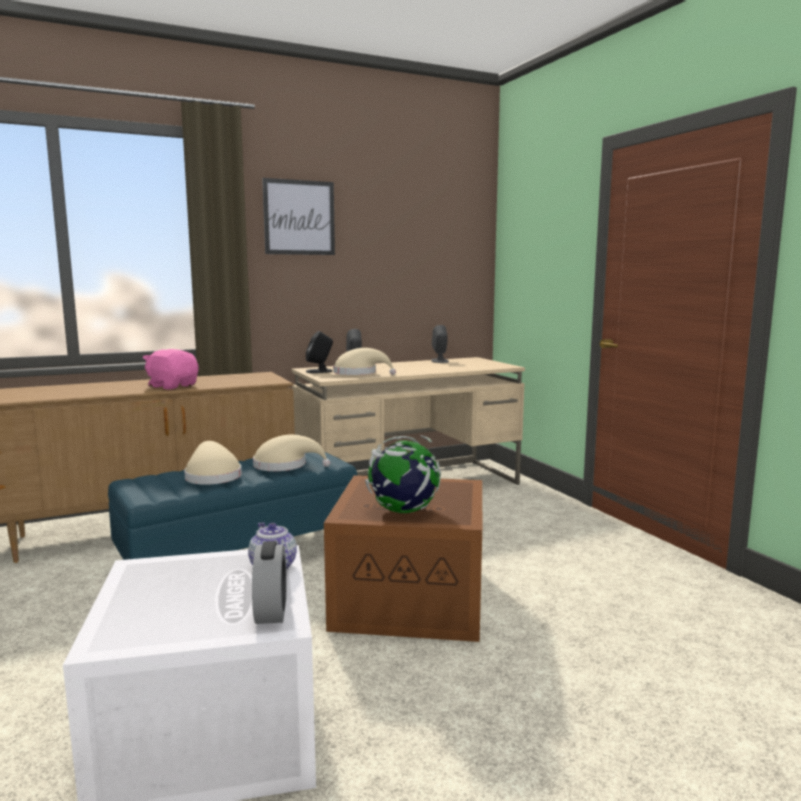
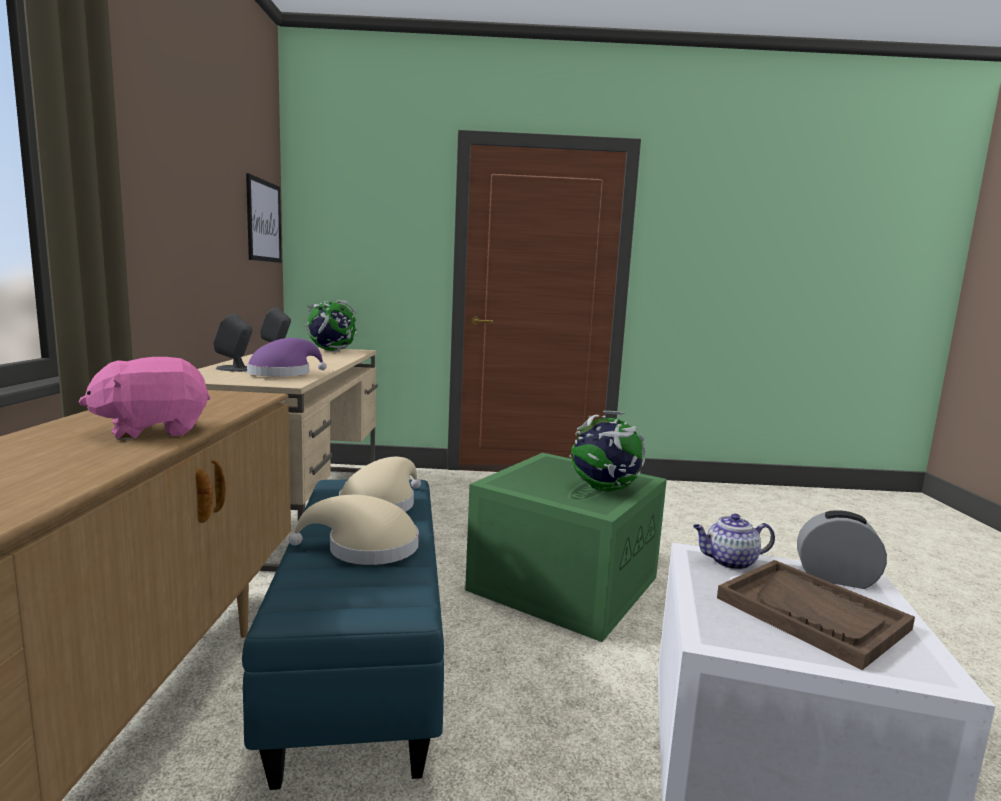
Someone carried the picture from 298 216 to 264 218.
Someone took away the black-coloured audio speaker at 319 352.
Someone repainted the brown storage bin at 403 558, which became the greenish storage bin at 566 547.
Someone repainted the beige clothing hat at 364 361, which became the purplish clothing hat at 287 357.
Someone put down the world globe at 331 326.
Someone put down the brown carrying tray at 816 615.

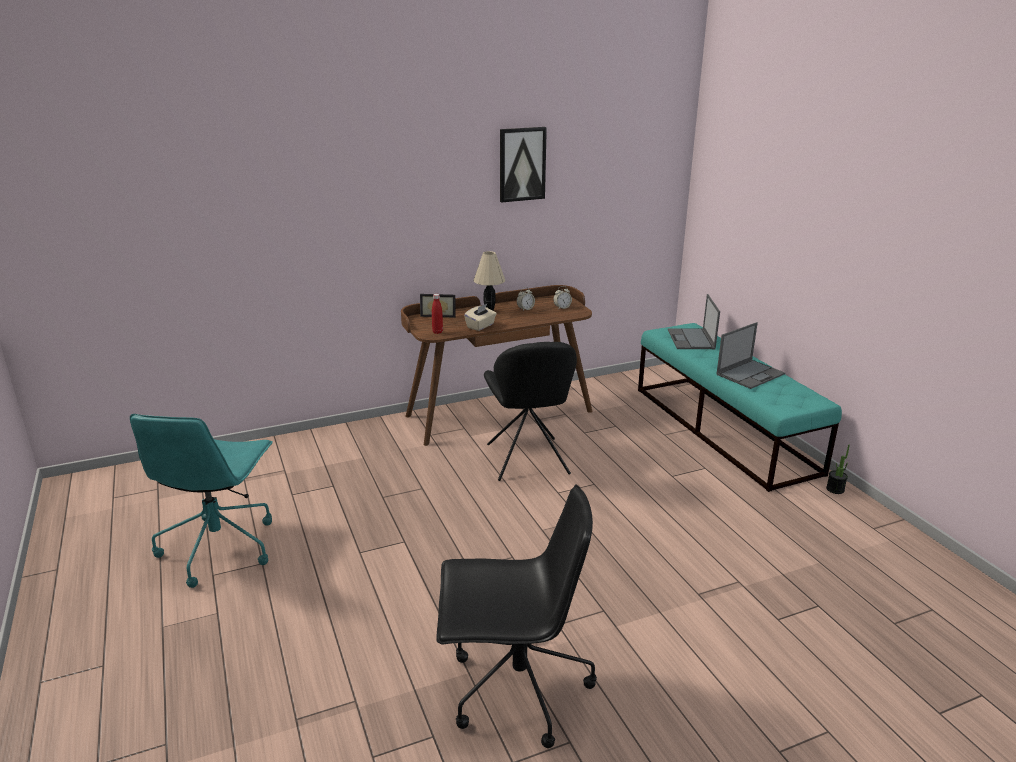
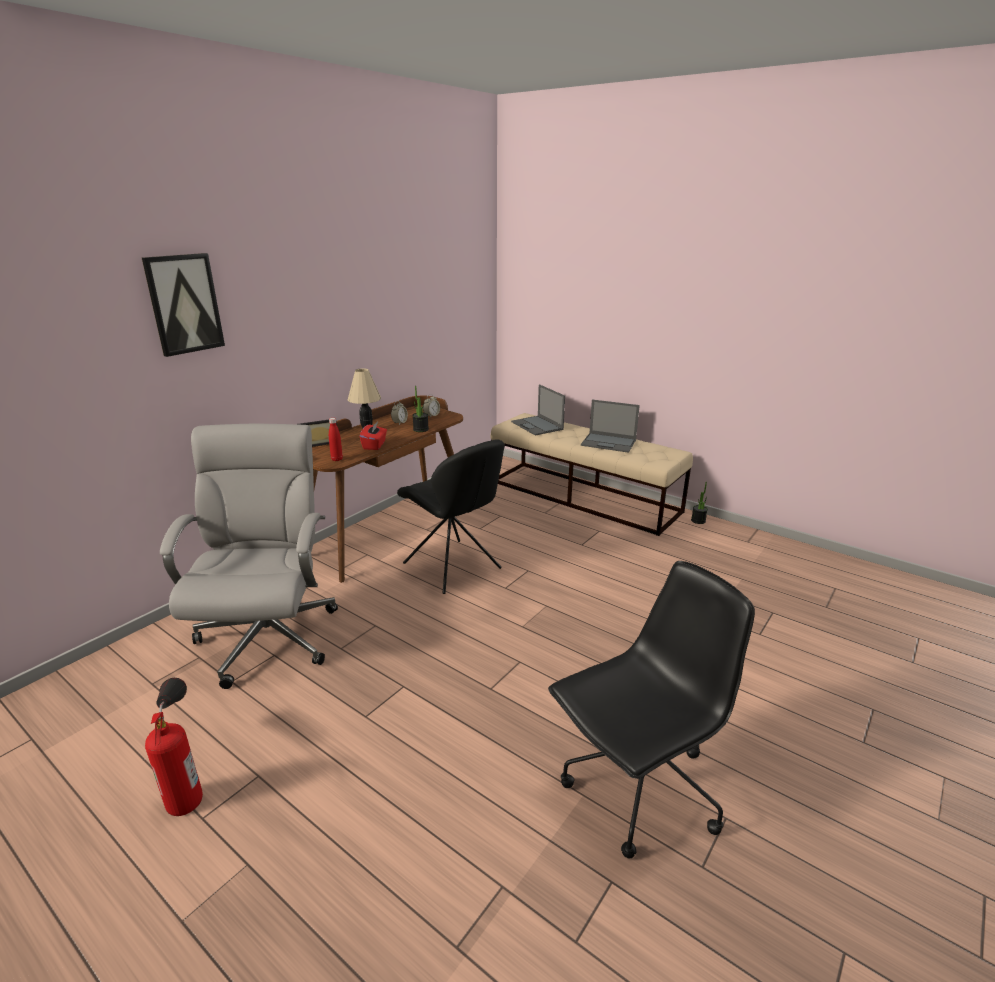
Someone swapped the blue-green desk chair at 201 501 for the extinguisher at 174 747.
Someone repainted the beige tissue holder at 480 317, which became the reddish tissue holder at 373 435.
Someone carried the picture from 523 164 to 183 305.
Someone repainted the blue-green bench at 740 407, which became the beige bench at 591 474.
Someone rotated the notebook computer at 750 355 by 90 degrees clockwise.
Someone put down the greyish desk chair at 249 556.
Someone put down the houseplant at 420 409.

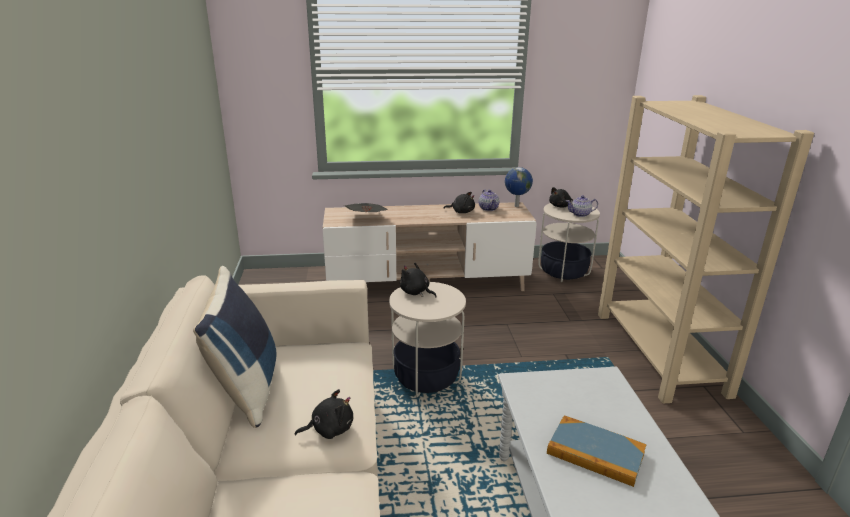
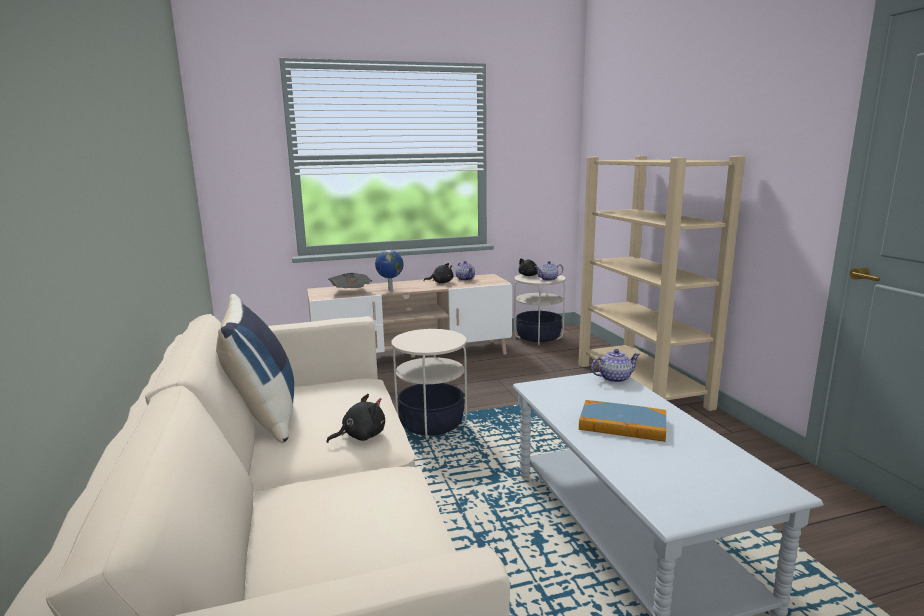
Someone took away the black-coloured cuddly toy at 418 280.
Someone carried the world globe from 519 187 to 389 270.
Someone put down the tea pot at 615 366.

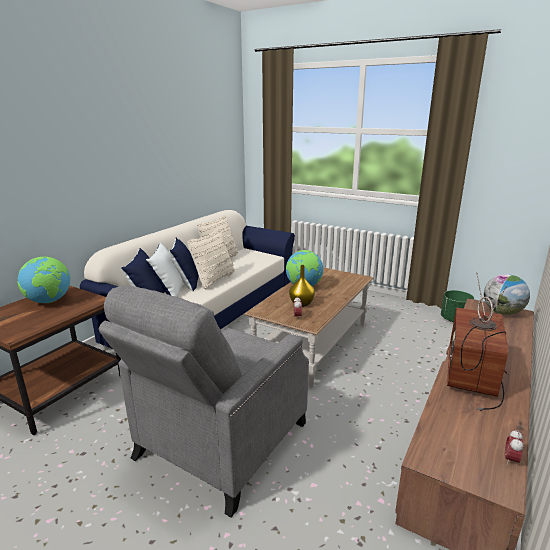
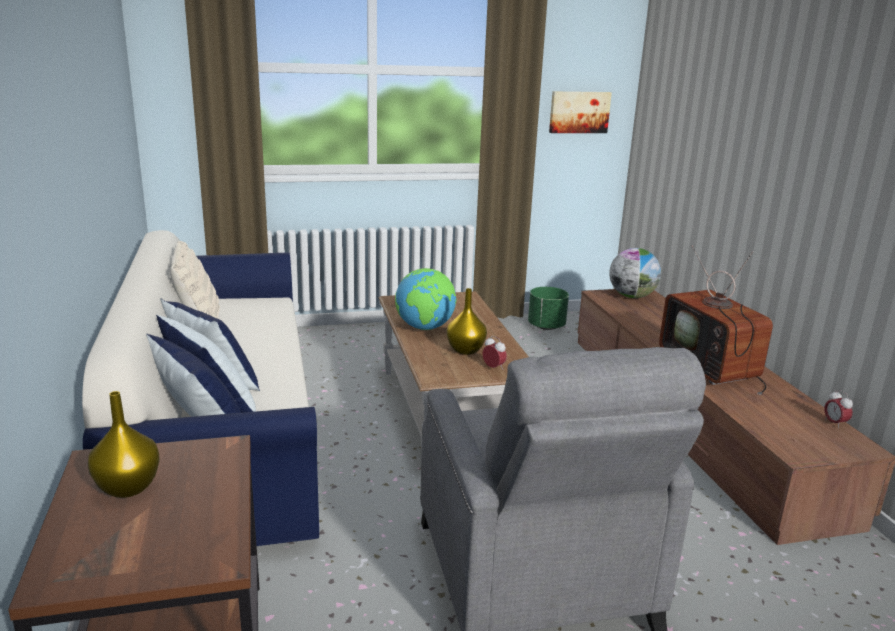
Someone swapped the world globe at 43 280 for the yellow-coloured flower vase at 124 444.
Someone took away the beige throw pillow at 211 259.
Someone put up the picture at 580 112.

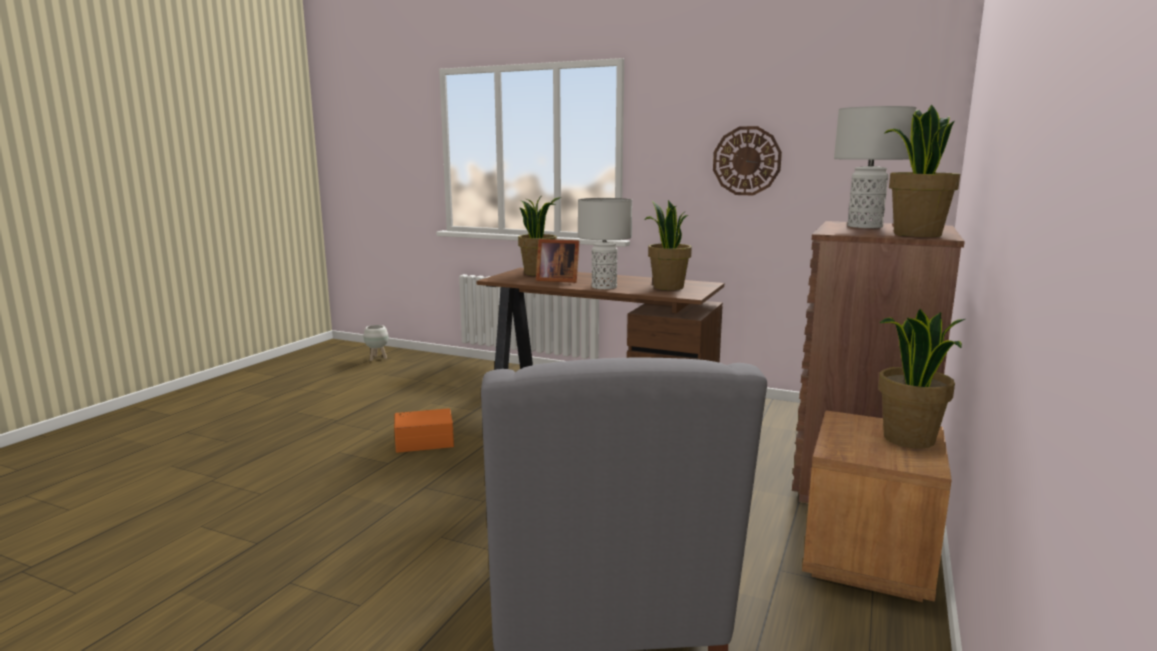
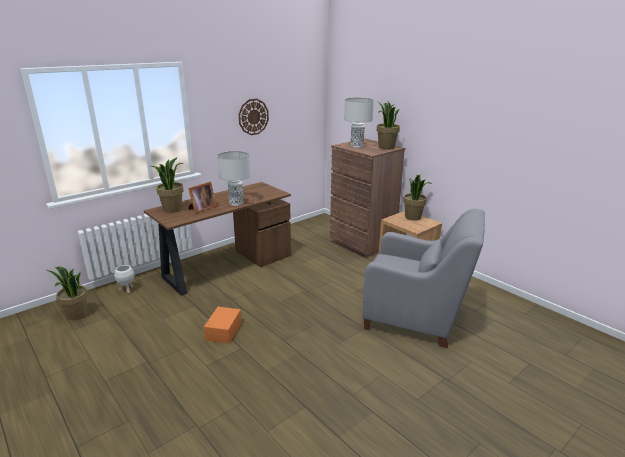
Someone carried the white plant pot from 376 343 to 124 279.
Someone carried the houseplant from 668 245 to 67 293.

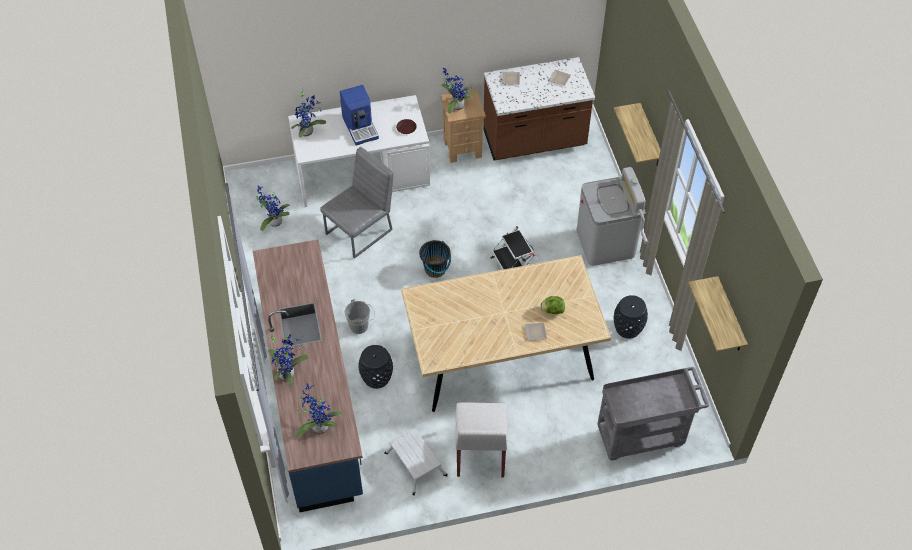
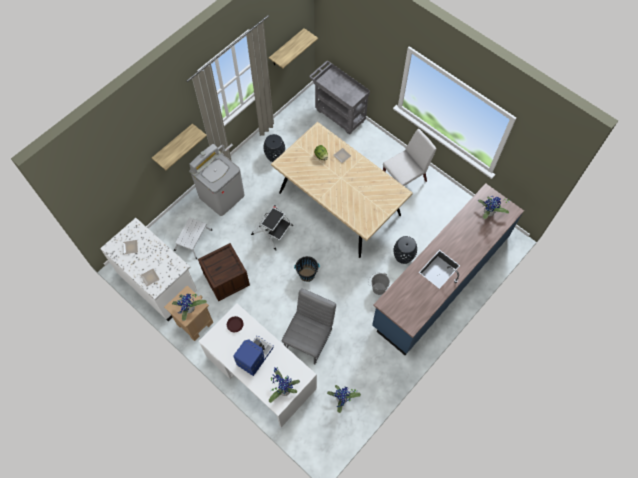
Someone took away the houseplant at 288 359.
Someone rotated the greyish plain chair at 356 203 by 105 degrees clockwise.
Someone carried the white step stool from 416 462 to 193 238.
Someone repainted the brown kitchen base unit at 539 108, which became the white kitchen base unit at 148 269.
Someone put down the shipping crate at 224 272.

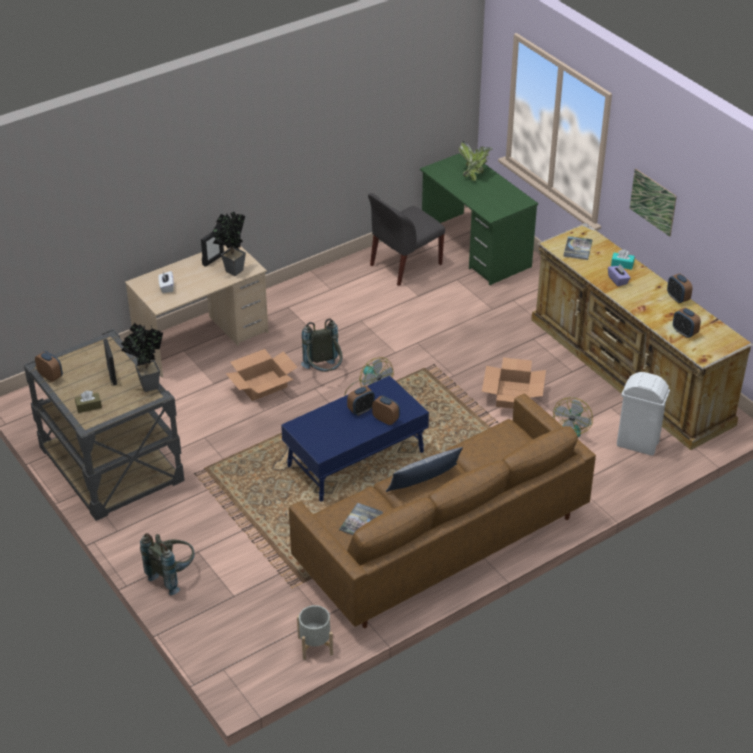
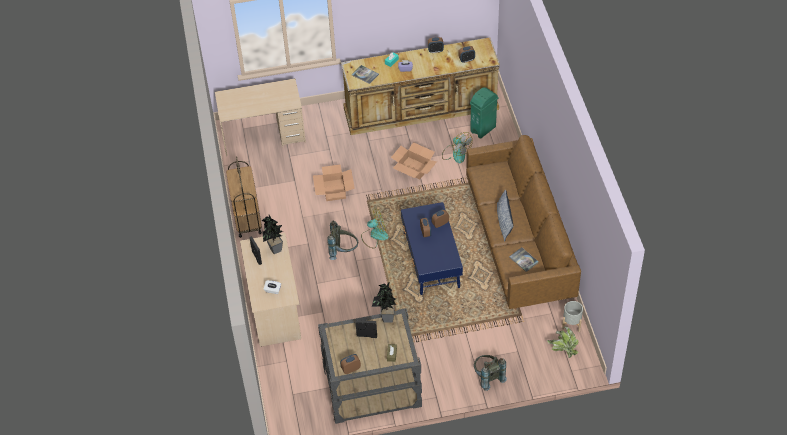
Someone carried the packing box from 262 375 to 334 182.
Someone took away the greyish plain chair at 406 239.
Someone repainted the greenish desk table at 479 219, which became the beige desk table at 260 117.
Someone carried the houseplant from 476 161 to 563 342.
Someone repainted the white trash can at 643 414, which became the greenish trash can at 484 113.
Someone took away the picture at 653 203.
Someone put down the brown cart at 244 197.

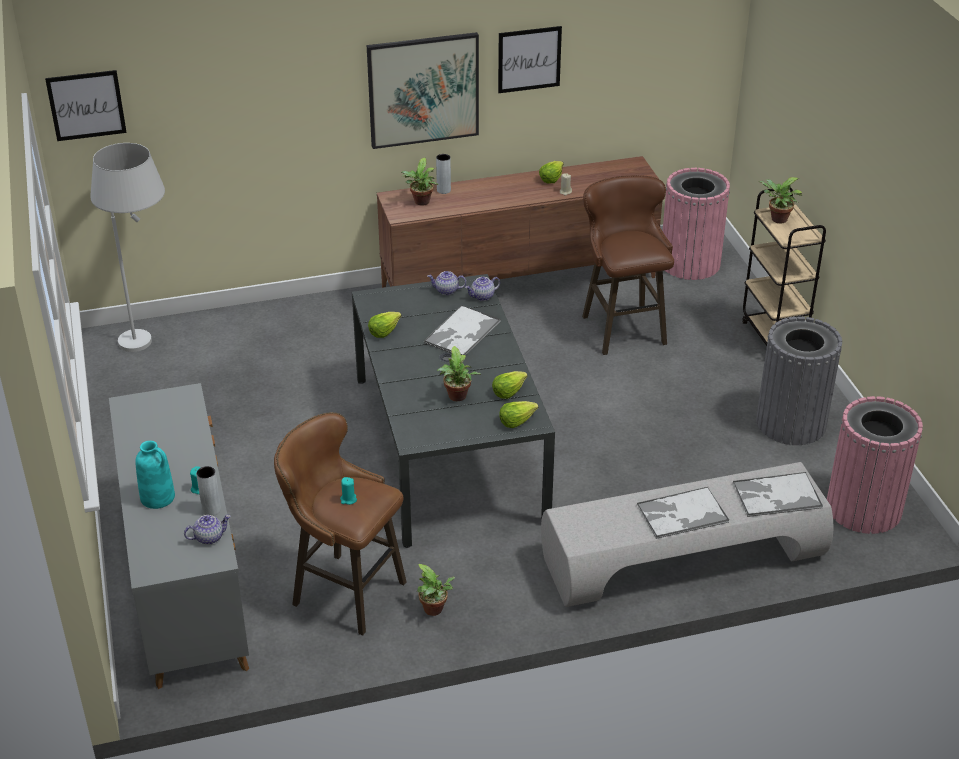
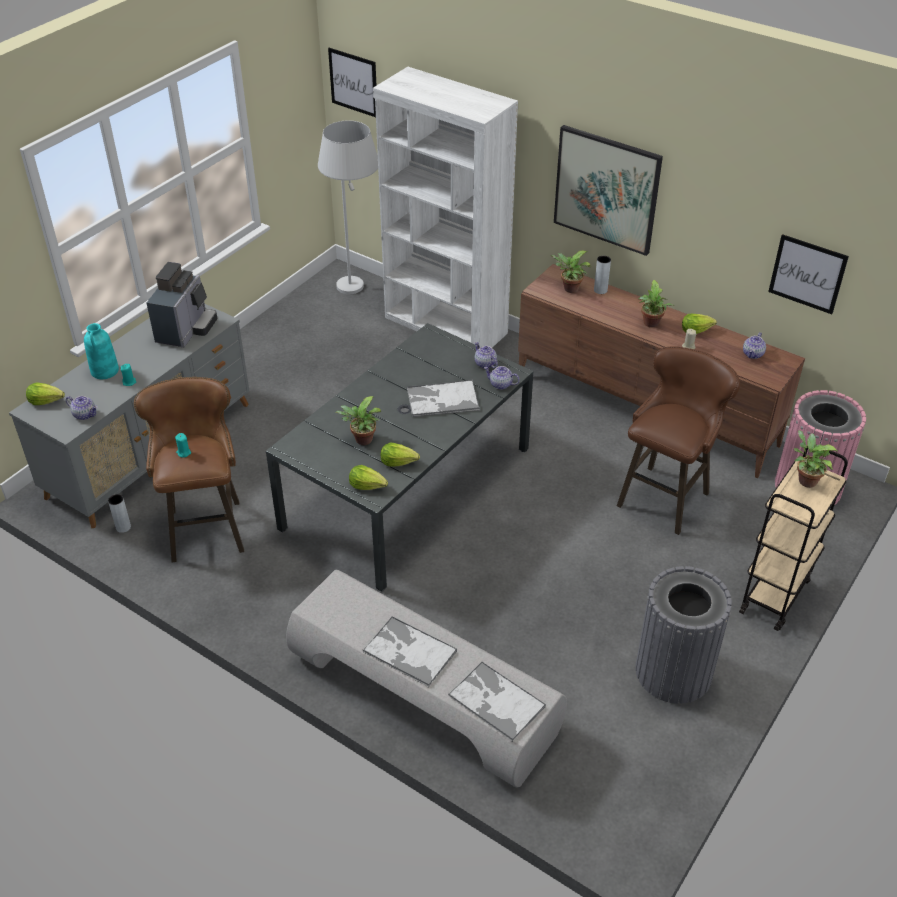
Someone carried the greyish flower vase from 208 491 to 119 513.
Someone carried the head of lettuce from 384 325 to 45 393.
Someone carried the houseplant from 436 590 to 656 303.
Someone carried the picture from 530 59 to 808 274.
Someone took away the pink trash can at 875 465.
Someone put down the coffee machine at 182 305.
Someone put down the white shelving unit at 445 207.
Someone put down the tea pot at 754 345.

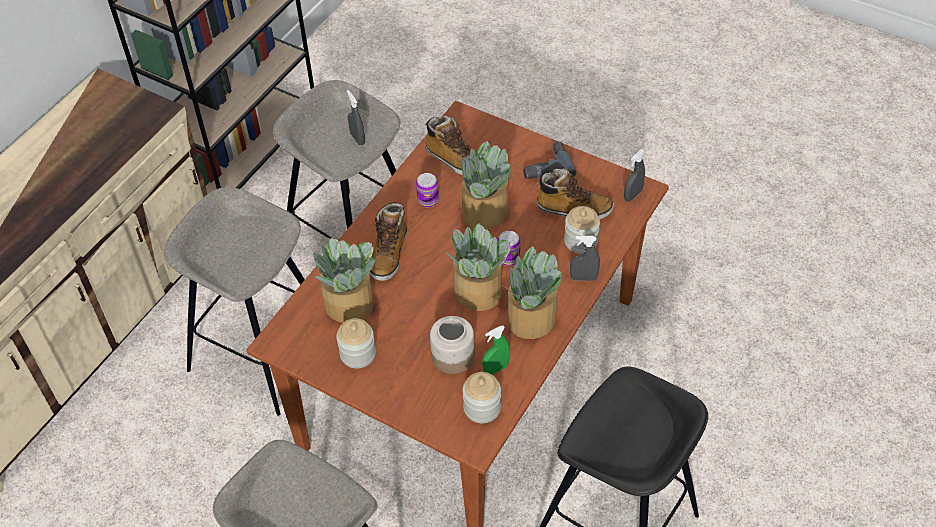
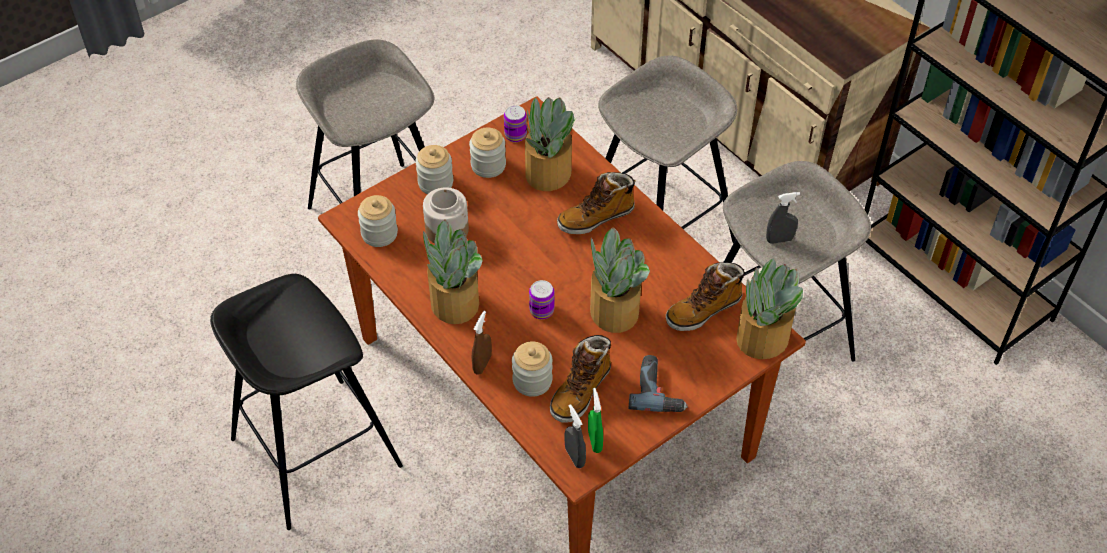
Someone rotated the boot at 388 241 by 60 degrees counterclockwise.
Someone carried the sealed can from 427 190 to 515 123.
Someone carried the houseplant from 477 267 to 769 308.
Someone carried the greenish sprayer from 496 350 to 595 420.
Someone repainted the greyish sprayer at 585 258, which became the brown sprayer at 481 343.
Someone put down the jar at 434 169.

